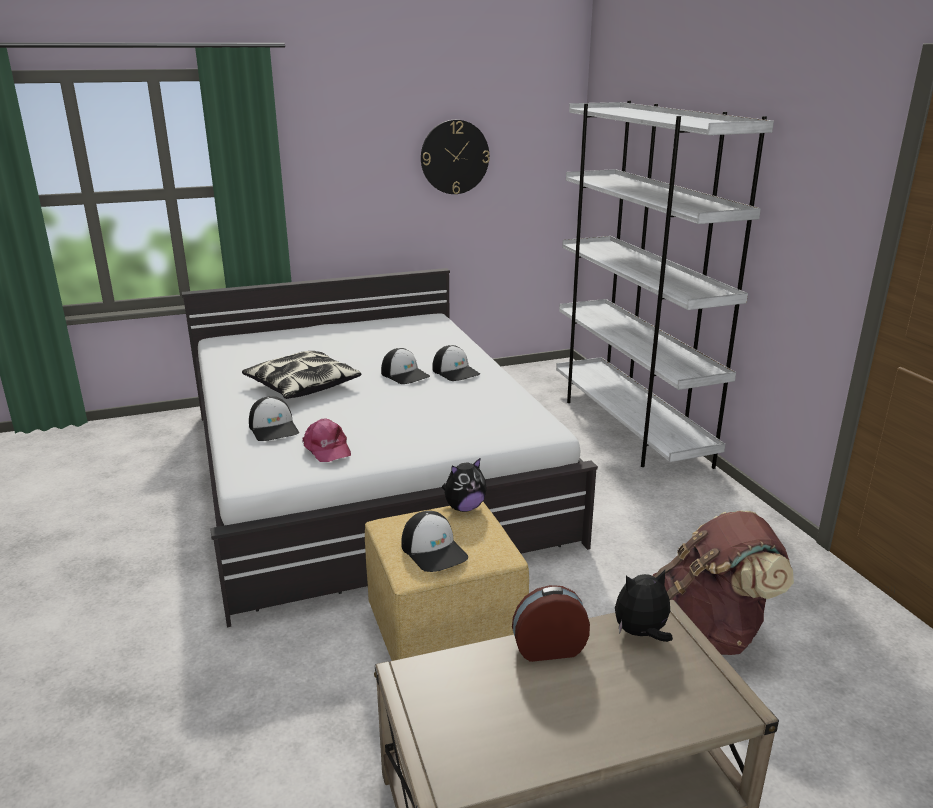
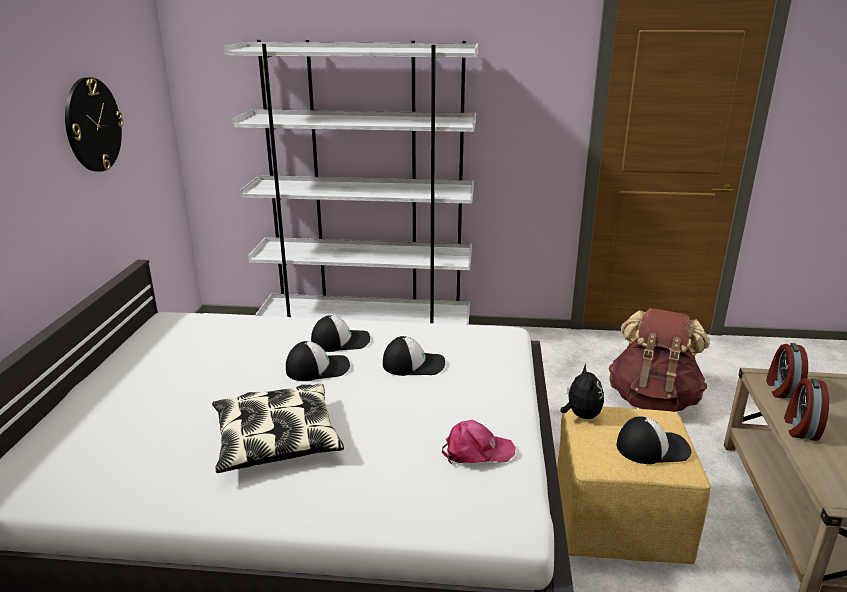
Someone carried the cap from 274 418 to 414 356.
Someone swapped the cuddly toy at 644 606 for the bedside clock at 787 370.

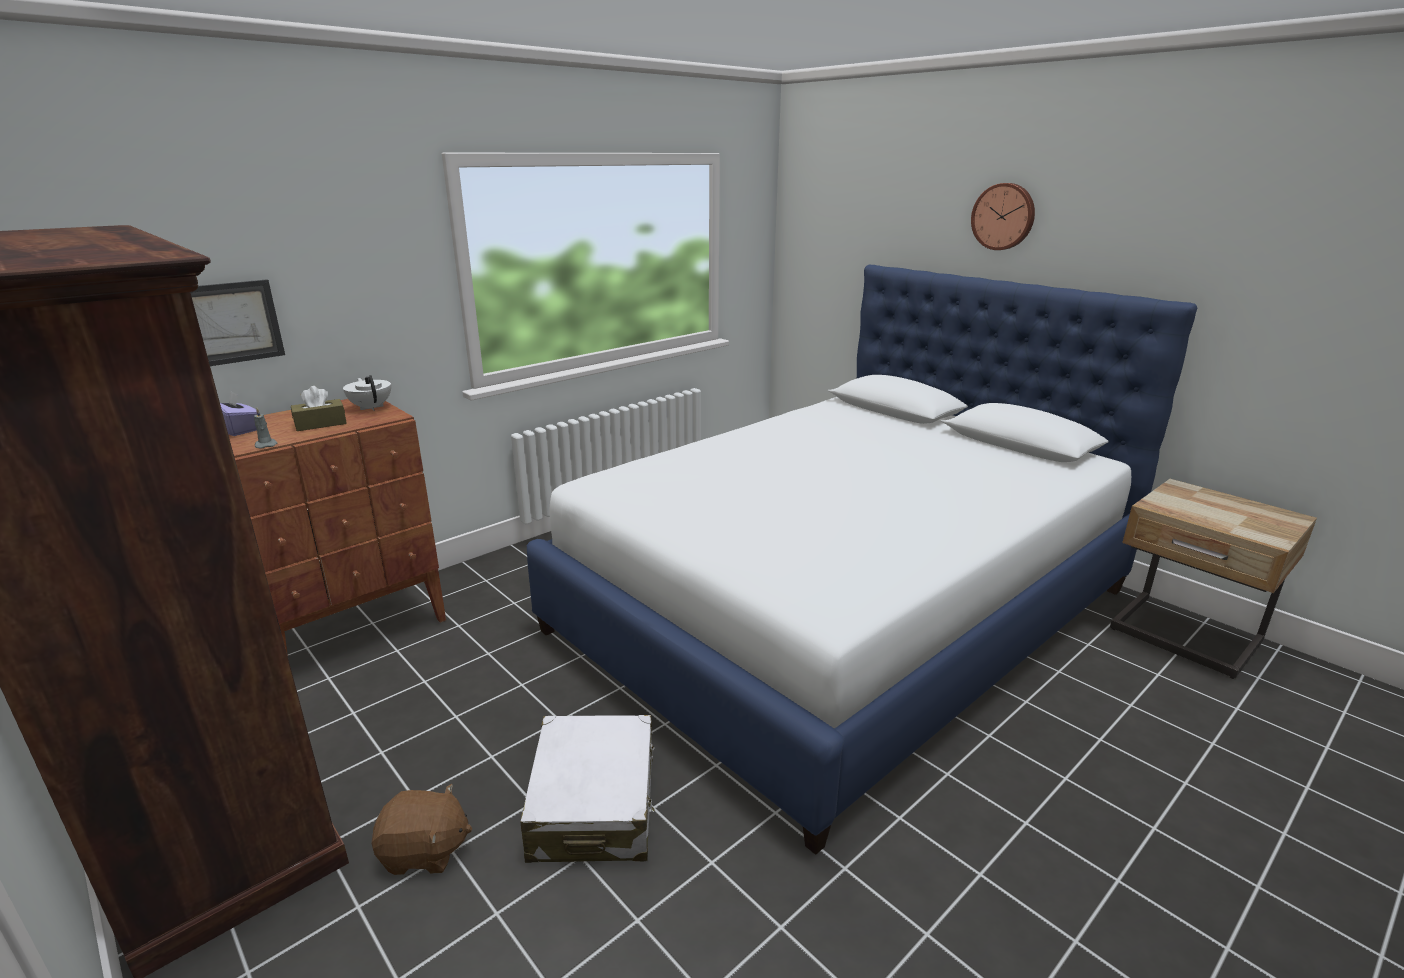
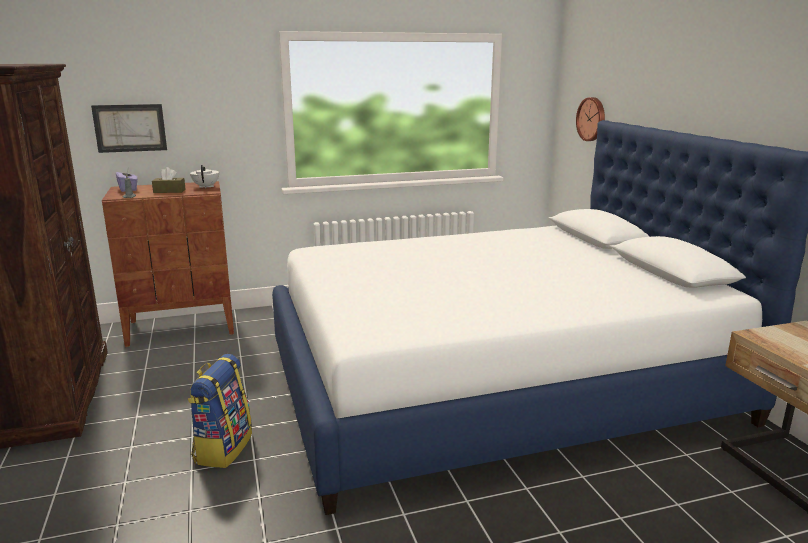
Someone took away the brown cuddly toy at 422 829.
Someone swapped the white piece of luggage at 587 789 for the knapsack at 220 411.
Someone carried the clock on the wall from 1003 216 to 590 119.

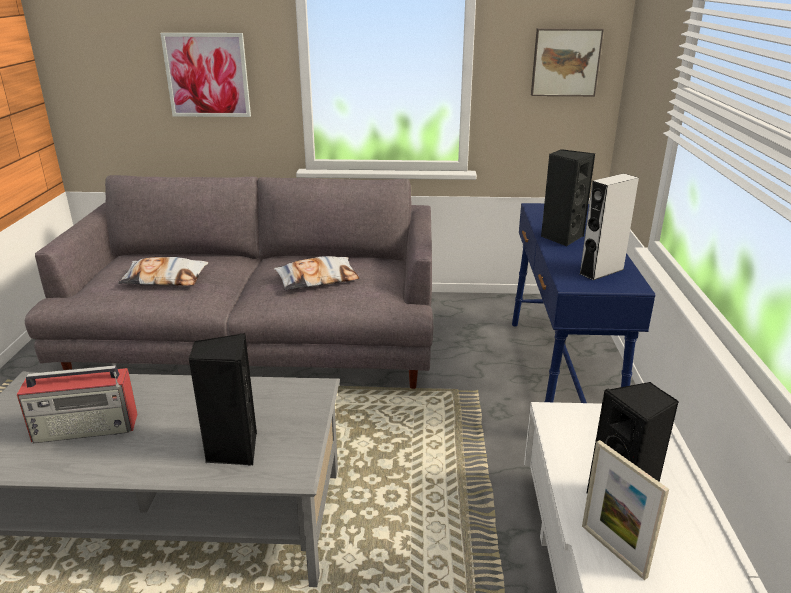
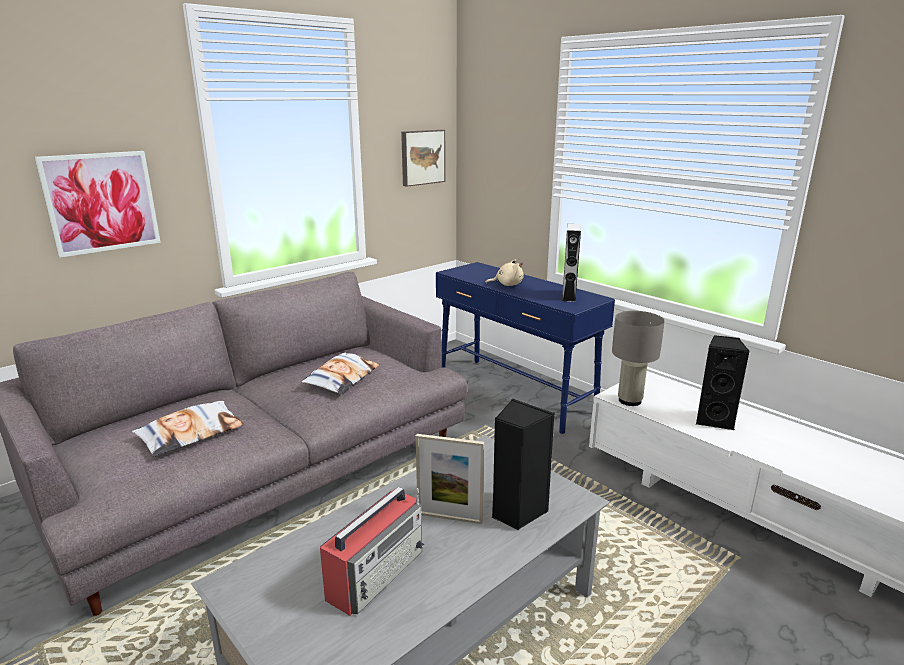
Someone swapped the black-coloured audio speaker at 568 197 for the beige cuddly toy at 504 272.
Someone carried the picture frame from 625 510 to 450 479.
Someone put down the greyish table lamp at 638 358.

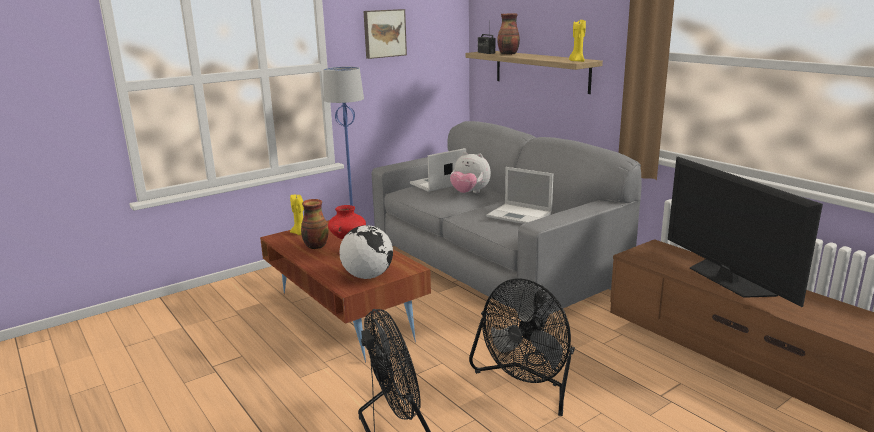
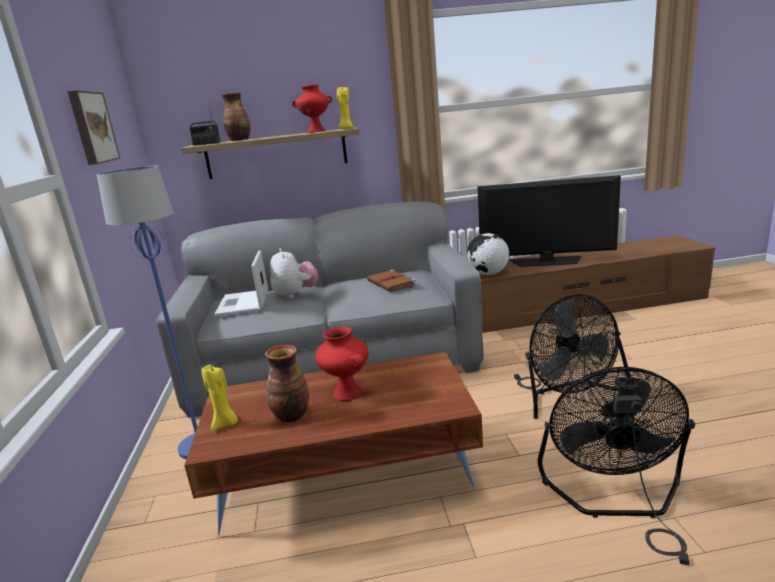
Someone carried the world globe from 366 252 to 488 254.
Someone rotated the cuddly toy at 470 172 by 75 degrees counterclockwise.
Someone swapped the notebook computer at 520 195 for the brown volume at 391 281.
Someone put down the reddish flower vase at 312 109.

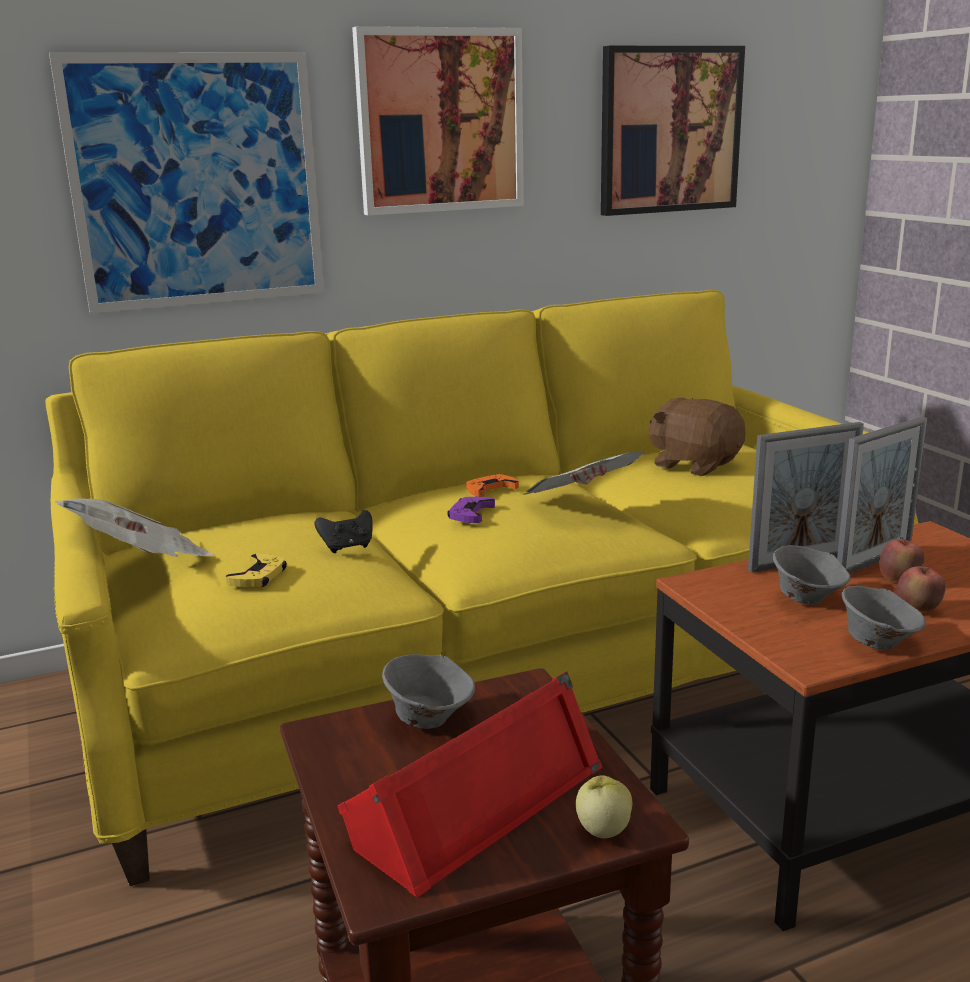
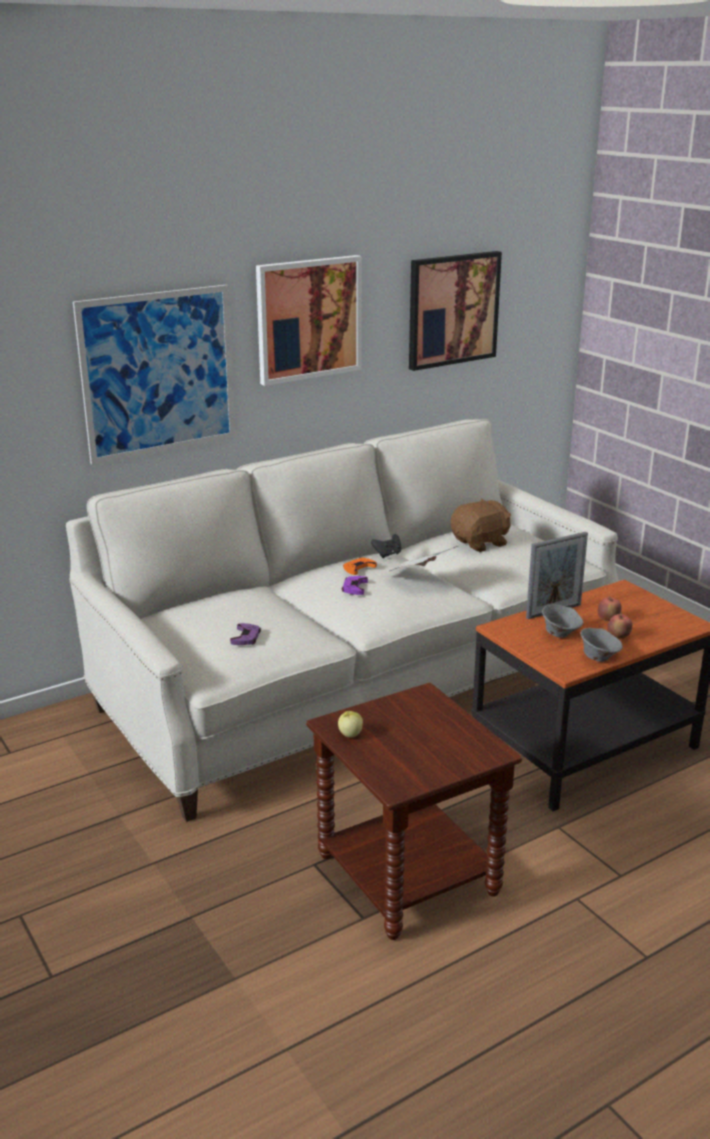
Someone repainted the yellow-coloured couch at 481 588, which became the white couch at 342 620.
Someone took away the daily paper at 135 528.
Someone repainted the yellow-coloured game controller at 256 570, which became the purplish game controller at 245 634.
Someone carried the black-coloured game controller from 343 531 to 386 546.
Someone took away the reddish audio speaker at 470 784.
Someone took away the greyish serving bowl at 428 691.
Someone carried the apple from 604 806 to 350 724.
Someone rotated the brown cuddly toy at 697 437 by 120 degrees clockwise.
Someone took away the picture frame at 882 495.

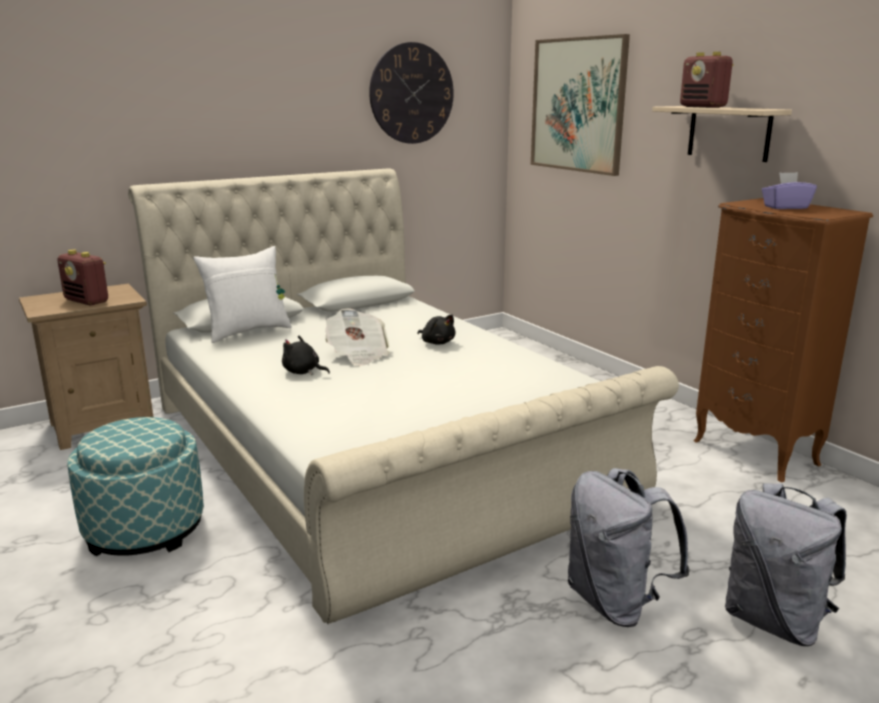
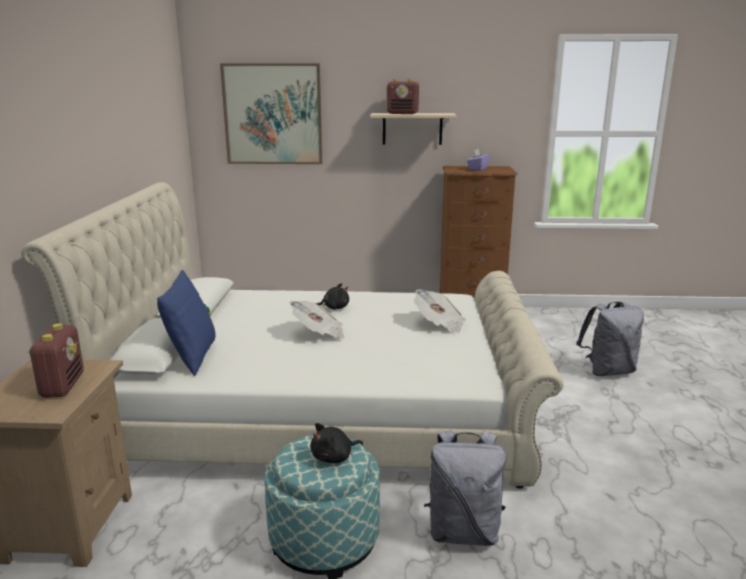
Someone rotated the radio at 82 277 by 75 degrees counterclockwise.
Someone repainted the white throw pillow at 242 294, which became the bluish throw pillow at 186 323.
Someone carried the black-coloured cuddly toy from 306 355 to 337 443.
Someone took away the clock on the wall at 411 93.
Someone carried the greyish knapsack from 629 547 to 465 488.
Someone put down the daily paper at 439 311.

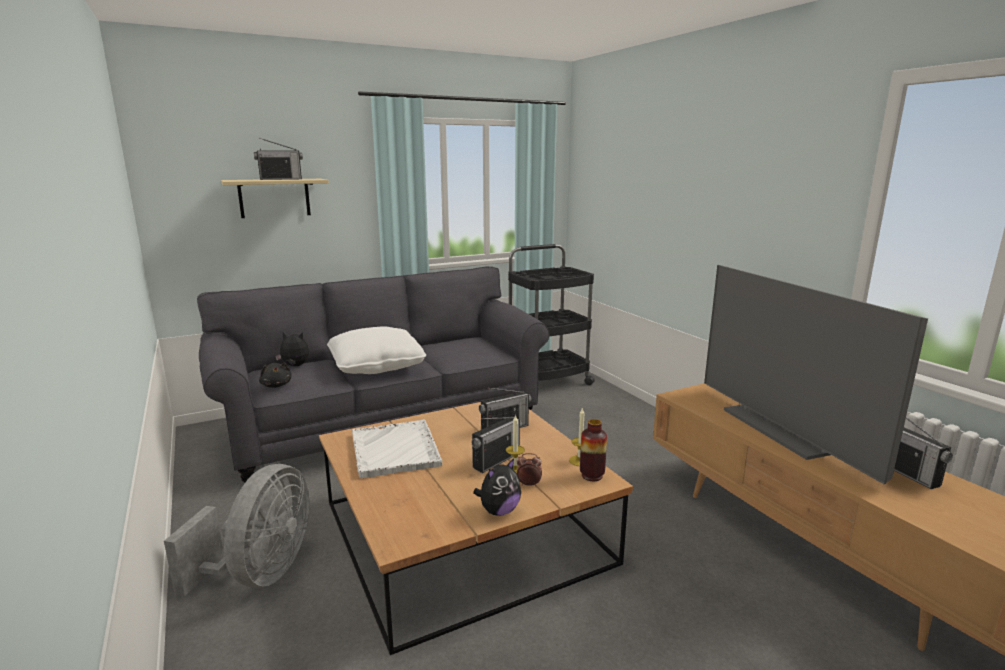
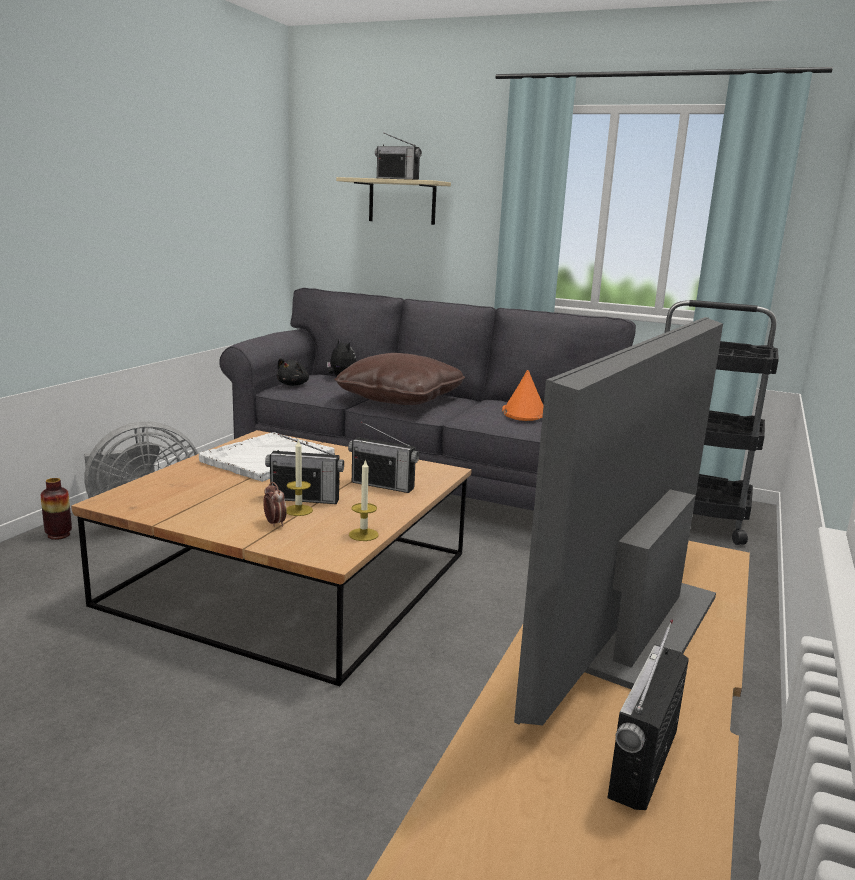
Someone repainted the white throw pillow at 376 350, which became the brown throw pillow at 399 379.
Someone took away the cuddly toy at 497 487.
Someone carried the flower vase from 593 450 to 56 509.
Someone put down the orange clothing hat at 523 395.

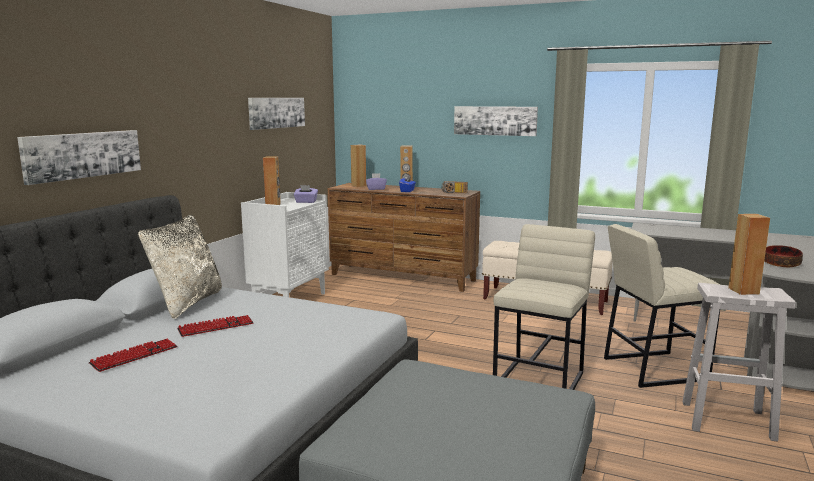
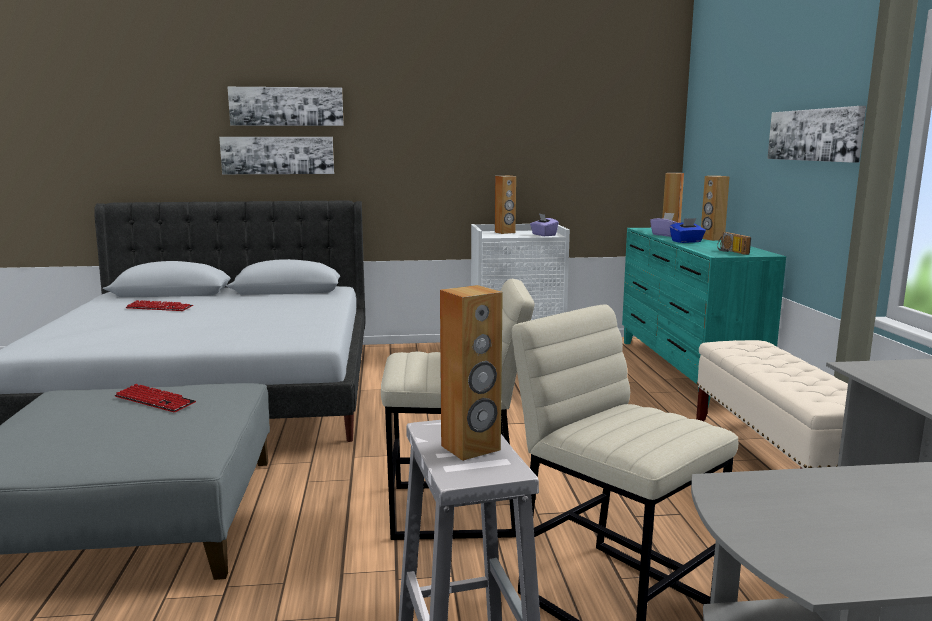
Someone took away the beige throw pillow at 180 266.
Someone carried the keyboard from 215 326 to 155 398.
Someone carried the picture from 276 114 to 286 106.
Someone repainted the brown chest of drawers at 404 237, which became the blue-green chest of drawers at 704 317.
Someone took away the serving bowl at 783 256.

